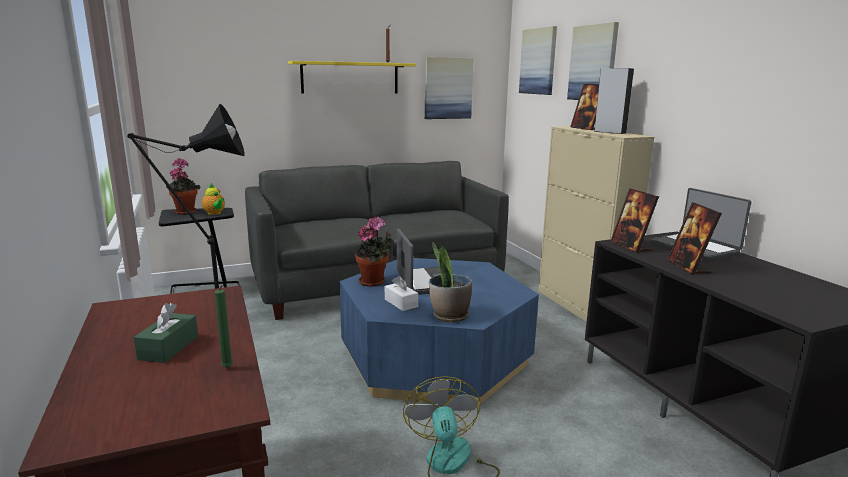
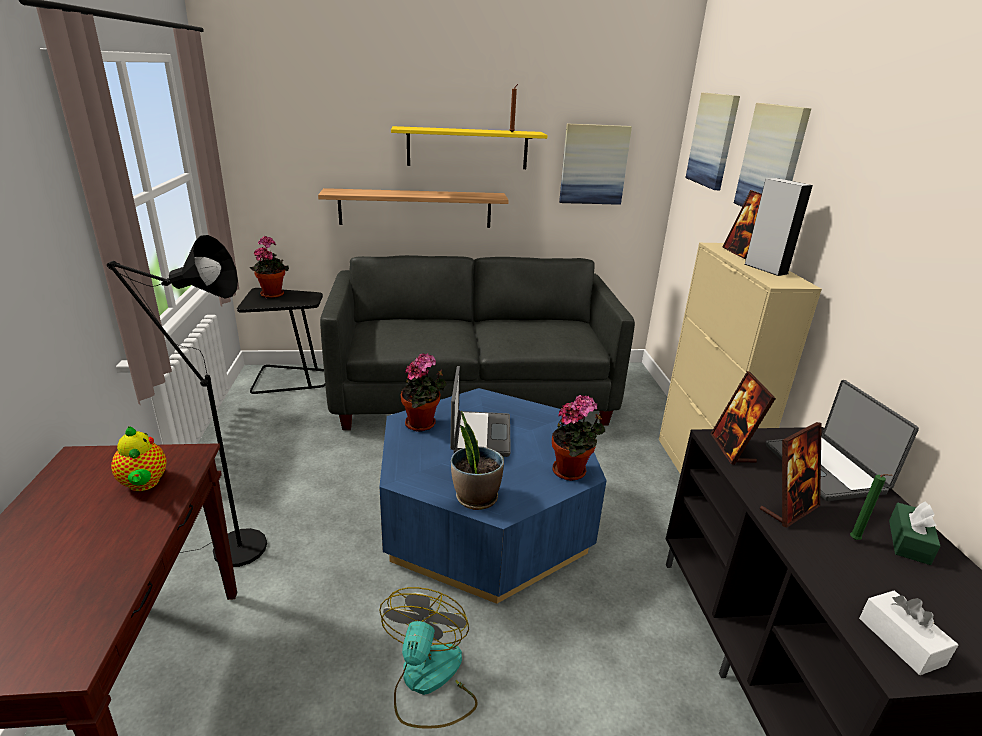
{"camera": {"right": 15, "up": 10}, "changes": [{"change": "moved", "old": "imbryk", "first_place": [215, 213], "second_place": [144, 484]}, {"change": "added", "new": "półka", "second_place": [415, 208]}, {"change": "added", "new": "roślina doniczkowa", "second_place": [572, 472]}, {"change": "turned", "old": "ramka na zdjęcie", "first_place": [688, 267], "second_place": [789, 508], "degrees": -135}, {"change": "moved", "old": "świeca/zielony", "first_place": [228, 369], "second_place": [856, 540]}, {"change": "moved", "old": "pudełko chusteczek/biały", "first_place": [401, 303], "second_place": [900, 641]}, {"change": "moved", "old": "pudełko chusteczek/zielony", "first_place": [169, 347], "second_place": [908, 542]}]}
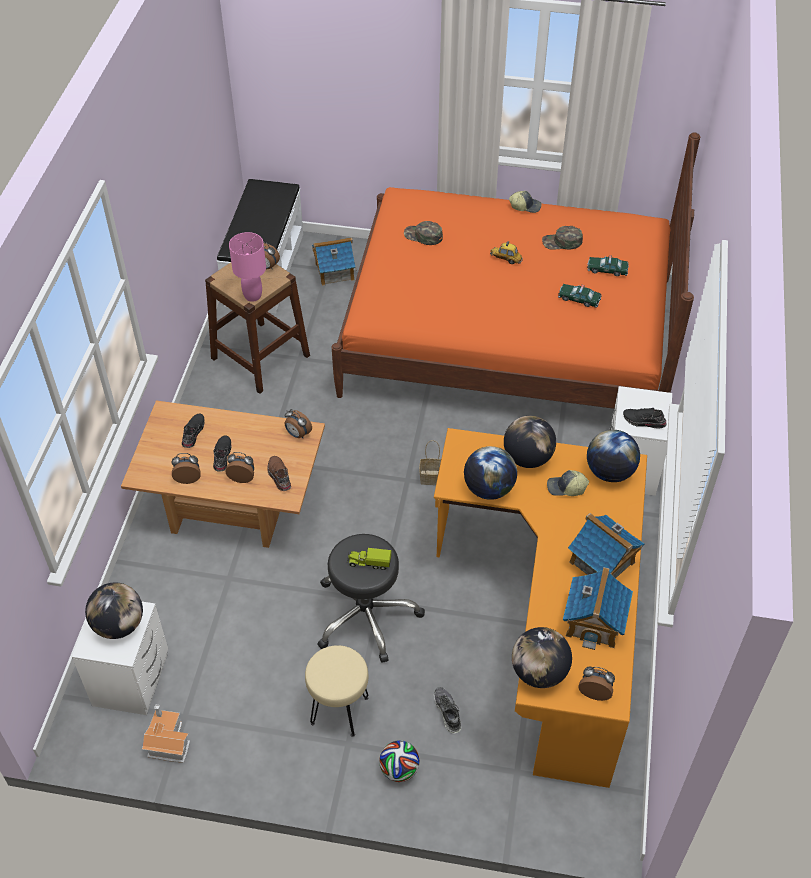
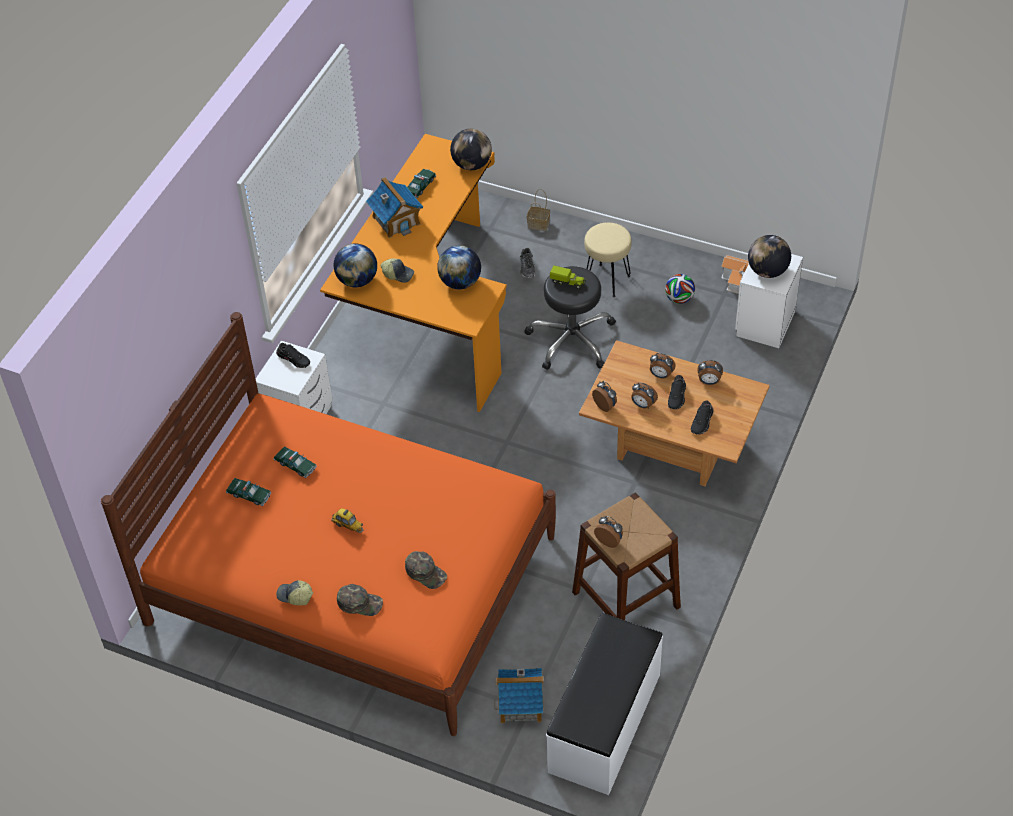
{"camera": {"right": -165, "up": 0}, "changes": [{"change": "moved", "old": "czapka z daszkiem/zielony", "first_place": [562, 242], "second_place": [360, 603]}, {"change": "replaced", "old": "domek", "new": "samochodzik", "first_place": [594, 621], "second_place": [420, 186]}, {"change": "moved", "old": "koszyk", "first_place": [431, 478], "second_place": [539, 224]}, {"change": "moved", "old": "budzik", "first_place": [595, 691], "second_place": [643, 405]}, {"change": "moved", "old": "piłka futbolowa", "first_place": [399, 769], "second_place": [679, 299]}, {"change": "removed", "old": "lampa stołowa/różowy", "first_place": [253, 296]}, {"change": "removed", "old": "but/brązowy", "first_place": [278, 476]}, {"change": "removed", "old": "globus", "first_place": [527, 458]}]}
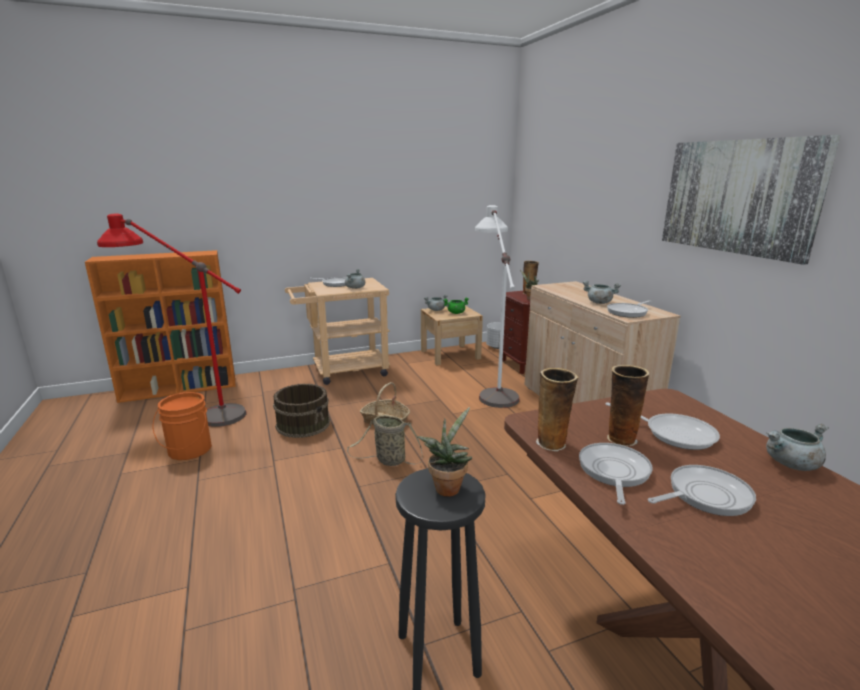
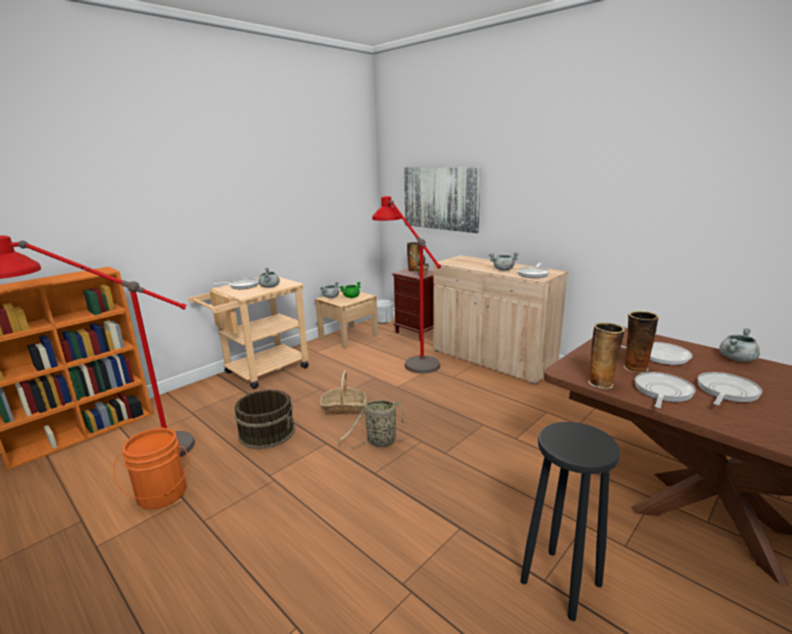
{"camera": {"right": -25, "up": 0}, "changes": [{"change": "recoloured", "old": "lampa stojąca/biały", "new": "lampa stojąca/czerwony", "first_place": [493, 386], "second_place": [409, 356]}, {"change": "moved", "old": "obraz", "first_place": [737, 197], "second_place": [440, 198]}, {"change": "turned", "old": "patelnia", "first_place": [613, 472], "second_place": [662, 392], "degrees": 45}, {"change": "removed", "old": "roślina doniczkowa", "first_place": [447, 486]}]}
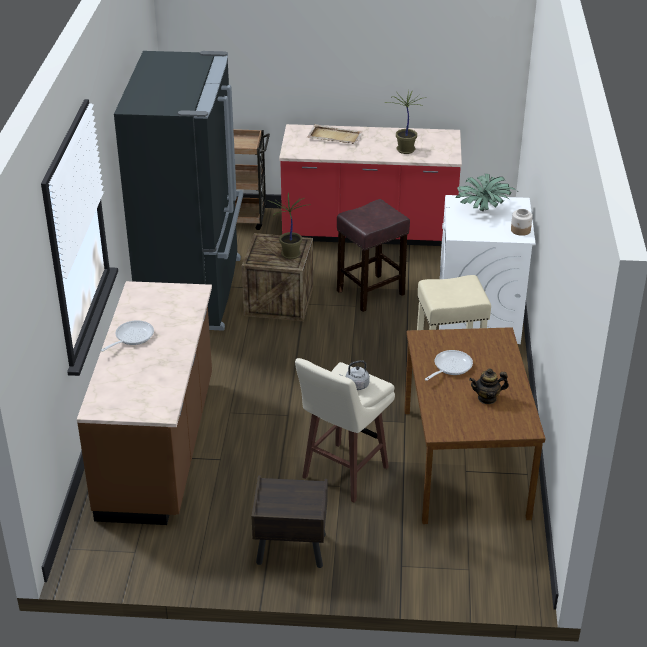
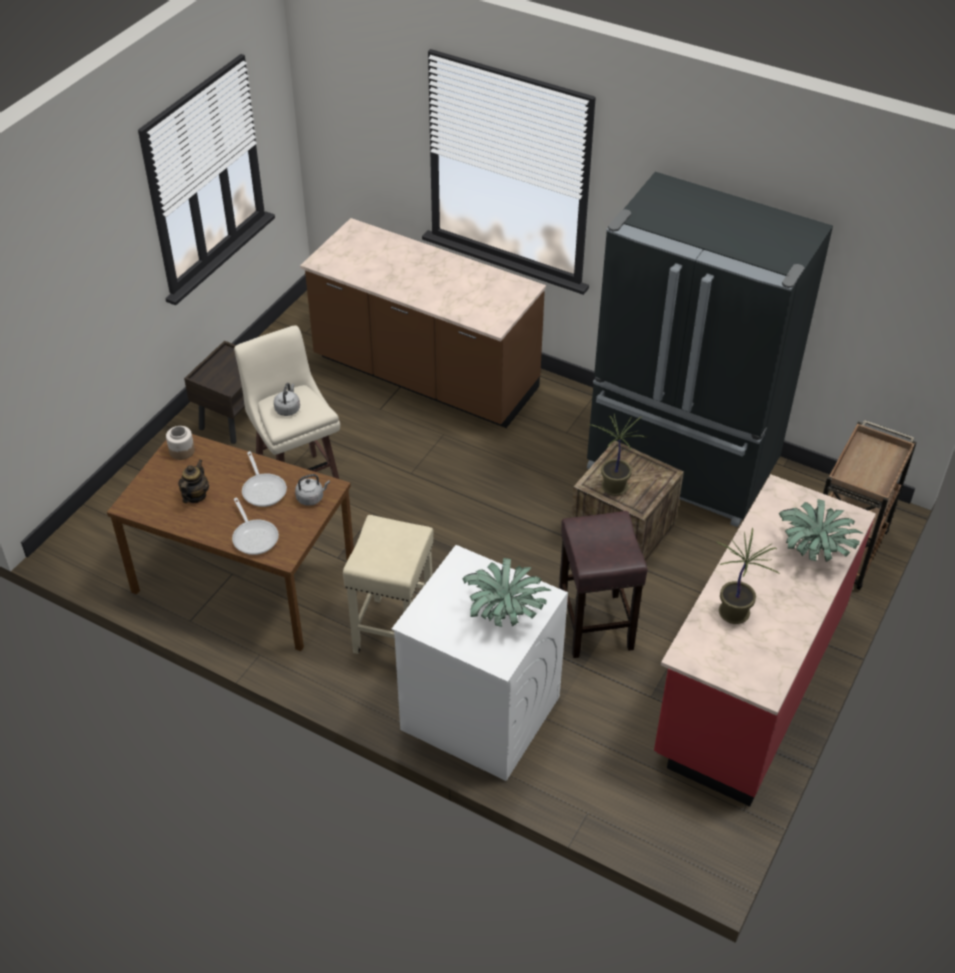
{"camera": {"right": 115, "up": 10}, "changes": [{"change": "moved", "old": "słoik", "first_place": [520, 230], "second_place": [181, 451]}, {"change": "moved", "old": "patelnia", "first_place": [131, 337], "second_place": [254, 536]}, {"change": "added", "new": "czajnik/szary", "second_place": [311, 498]}, {"change": "replaced", "old": "taca/beżowy", "new": "roślina doniczkowa", "first_place": [334, 136], "second_place": [813, 550]}]}
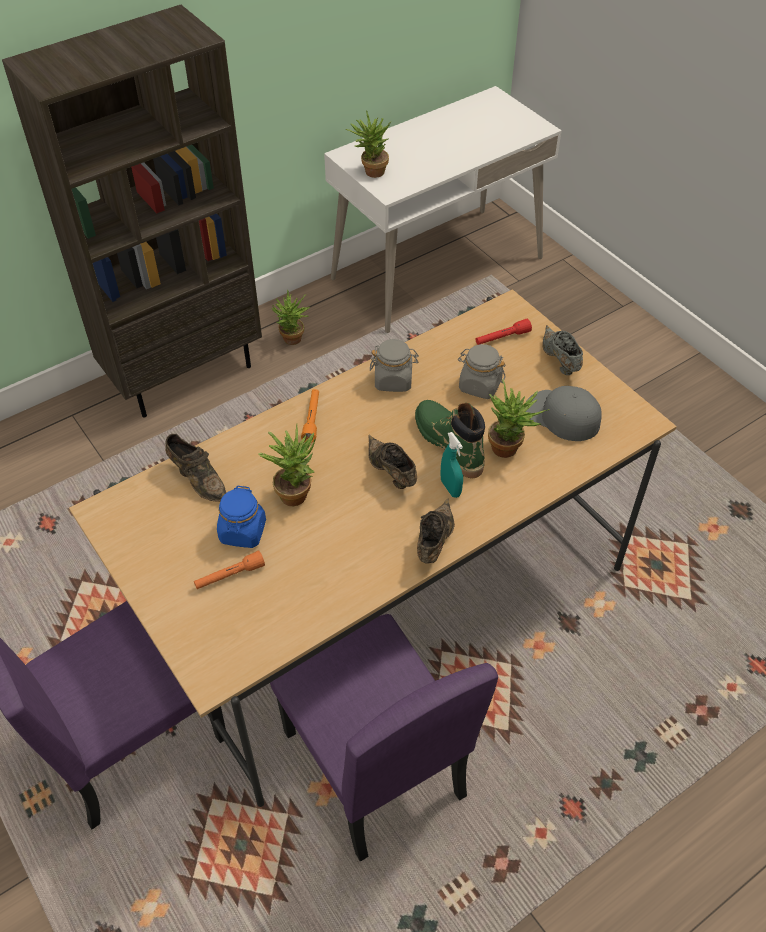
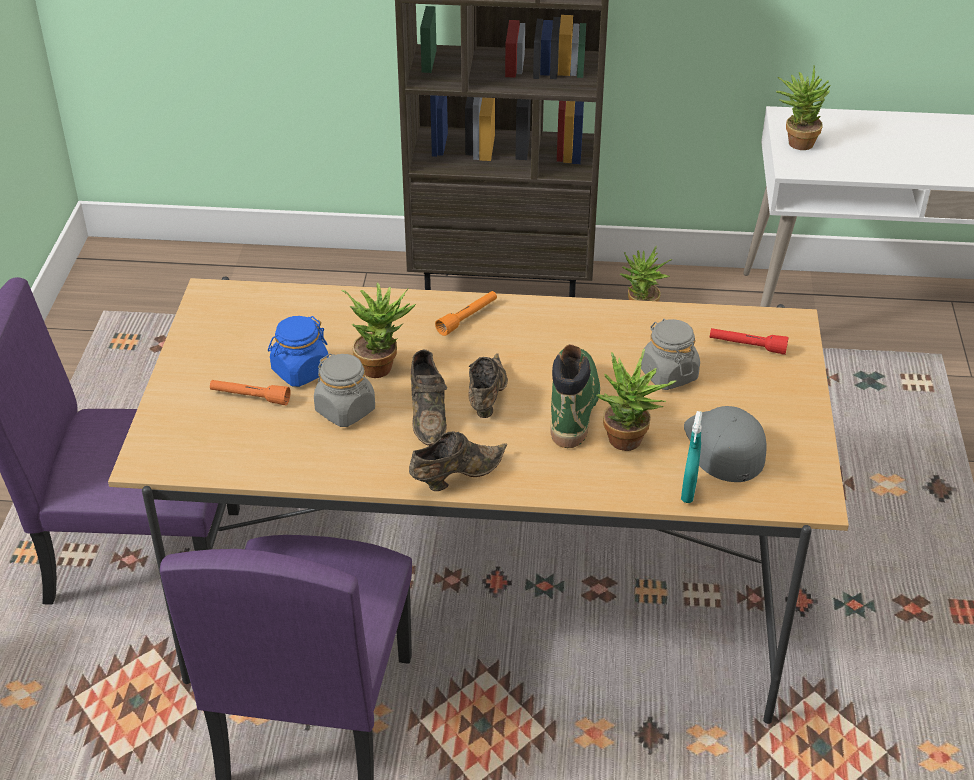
{"camera": {"right": 40, "up": -10}, "changes": [{"change": "moved", "old": "słoik/szary", "first_place": [393, 380], "second_place": [345, 410]}, {"change": "moved", "old": "but/brązowy", "first_place": [198, 479], "second_place": [428, 414]}, {"change": "moved", "old": "spryskiwacz/turkusowy", "first_place": [450, 488], "second_place": [688, 491]}, {"change": "removed", "old": "but/szary", "first_place": [559, 361]}]}
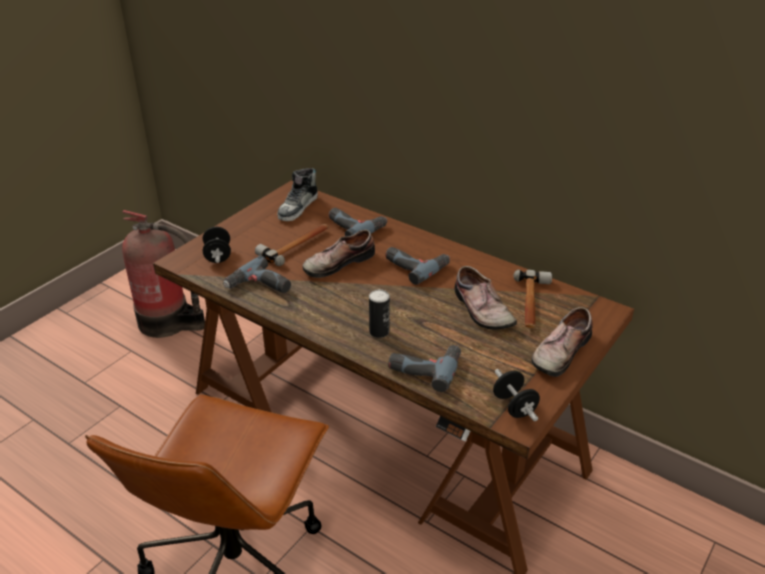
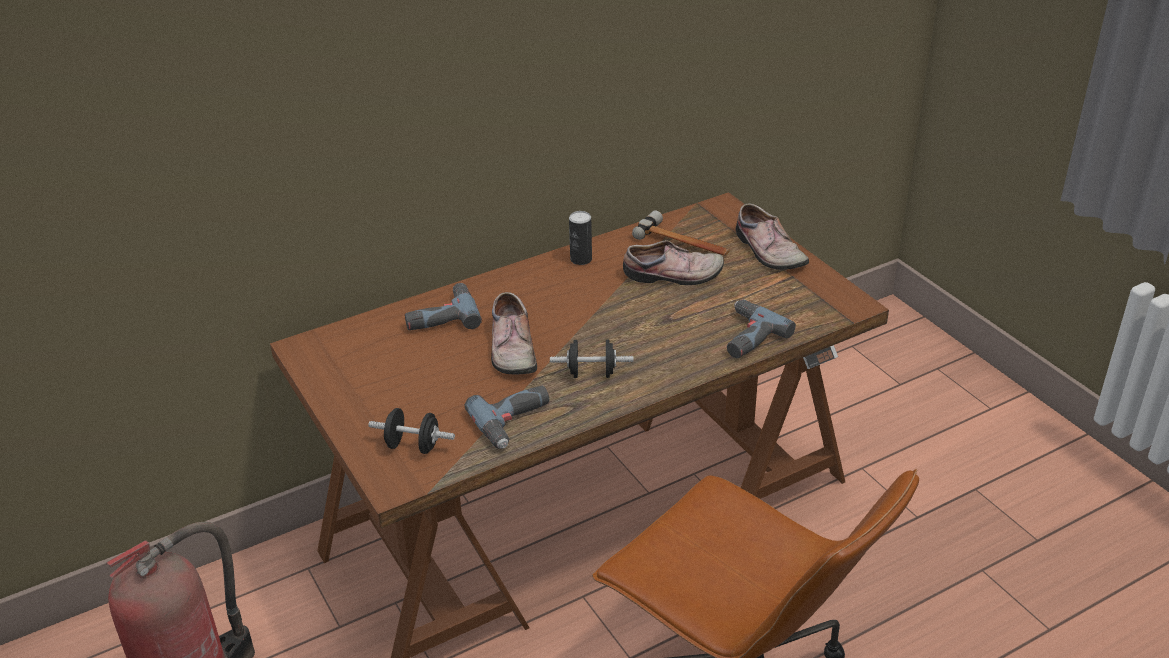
{"camera": {"right": -65, "up": 0}, "changes": [{"change": "moved", "old": "hantel/czarny", "first_place": [514, 406], "second_place": [592, 373]}, {"change": "moved", "old": "puszka", "first_place": [379, 332], "second_place": [581, 259]}, {"change": "removed", "old": "młotek", "first_place": [296, 245]}, {"change": "removed", "old": "but", "first_place": [298, 207]}, {"change": "removed", "old": "wiertarka", "first_place": [416, 265]}]}
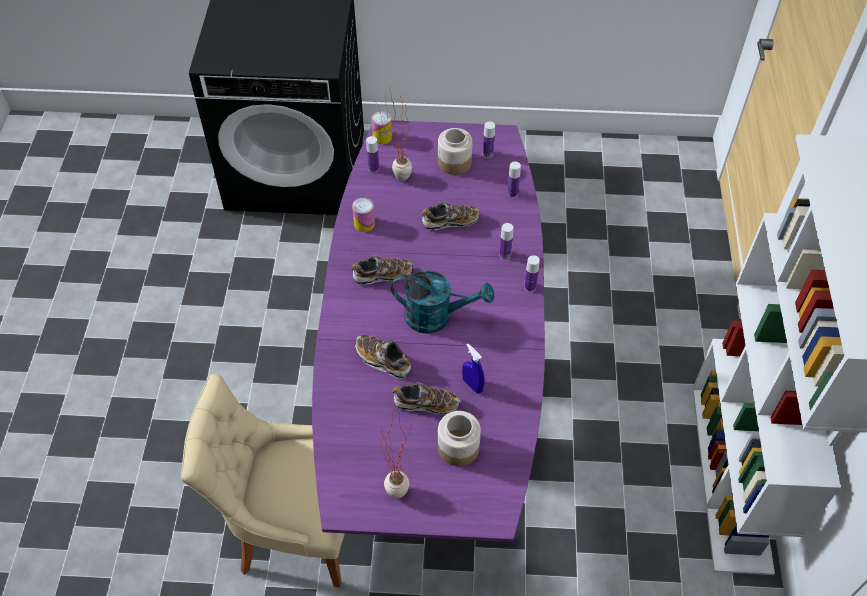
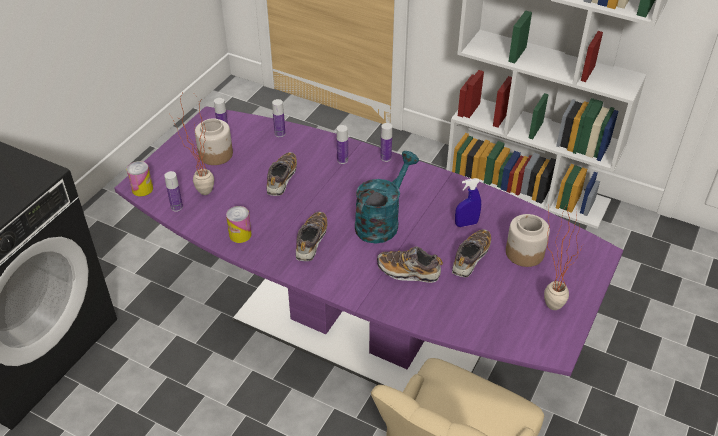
{"camera": {"right": -65, "up": -10}, "changes": [{"change": "turned", "old": "but", "first_place": [383, 360], "second_place": [408, 272], "degrees": 45}]}
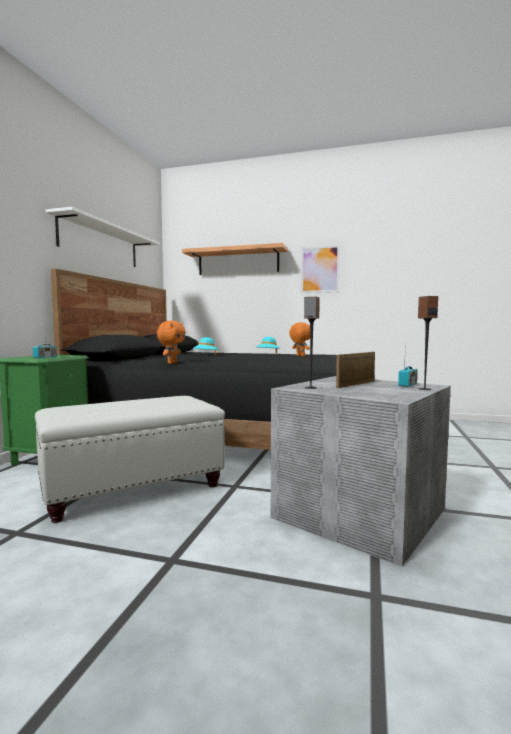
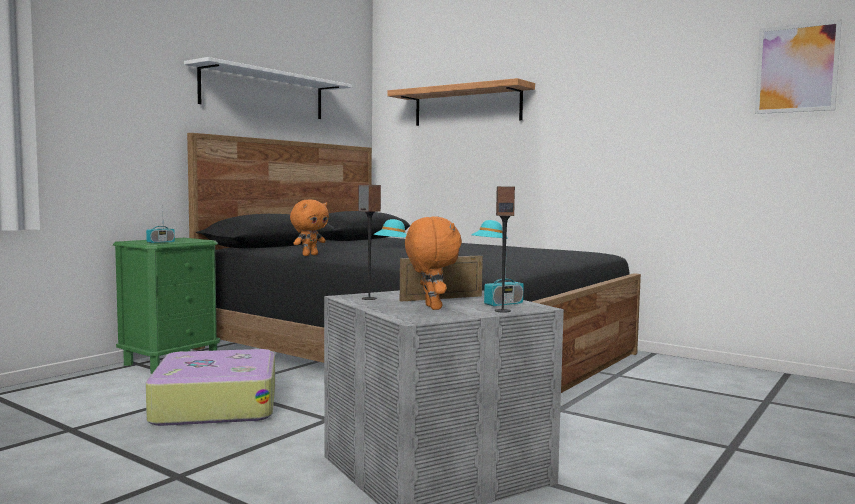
{"camera": {"right": 20, "up": 0}, "changes": [{"change": "replaced", "old": "pufa/biały", "new": "walizka", "first_place": [131, 488], "second_place": [215, 405]}, {"change": "moved", "old": "pluszak/pomarańczowy", "first_place": [300, 356], "second_place": [431, 307]}, {"change": "moved", "old": "obraz", "first_place": [320, 269], "second_place": [796, 68]}]}
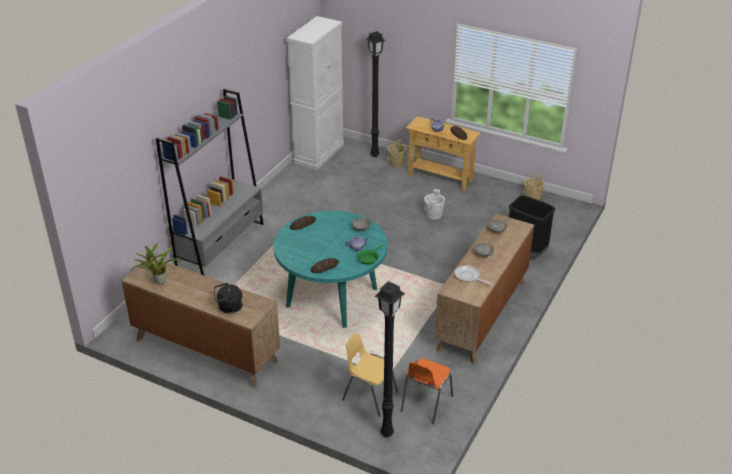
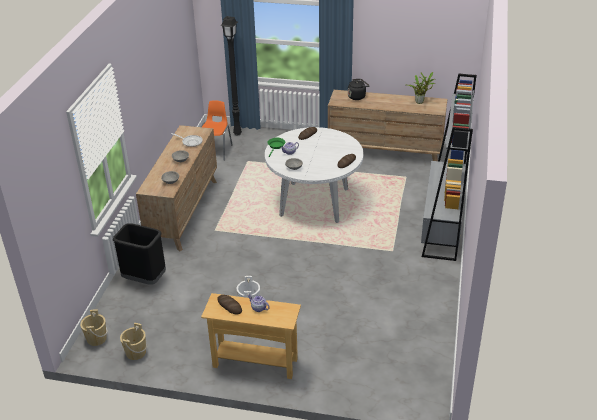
{"camera": {"right": 165, "up": 0}, "changes": [{"change": "moved", "old": "wiadro/beżowy", "first_place": [396, 163], "second_place": [96, 339]}, {"change": "recoloured", "old": "stół jadalny/turkusowy", "new": "stół jadalny/biały", "first_place": [332, 298], "second_place": [314, 202]}, {"change": "removed", "old": "szafka/biały", "first_place": [319, 153]}, {"change": "removed", "old": "krzesło/żółty", "first_place": [369, 396]}, {"change": "removed", "old": "lampa stojąca/czarny", "first_place": [375, 154]}]}
